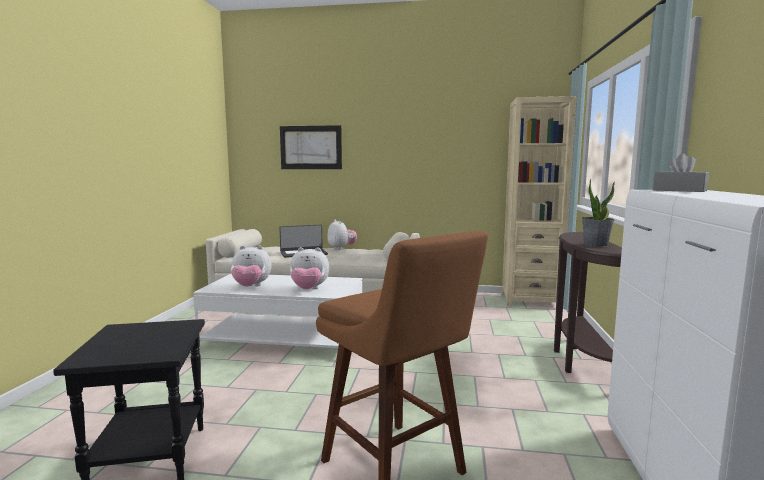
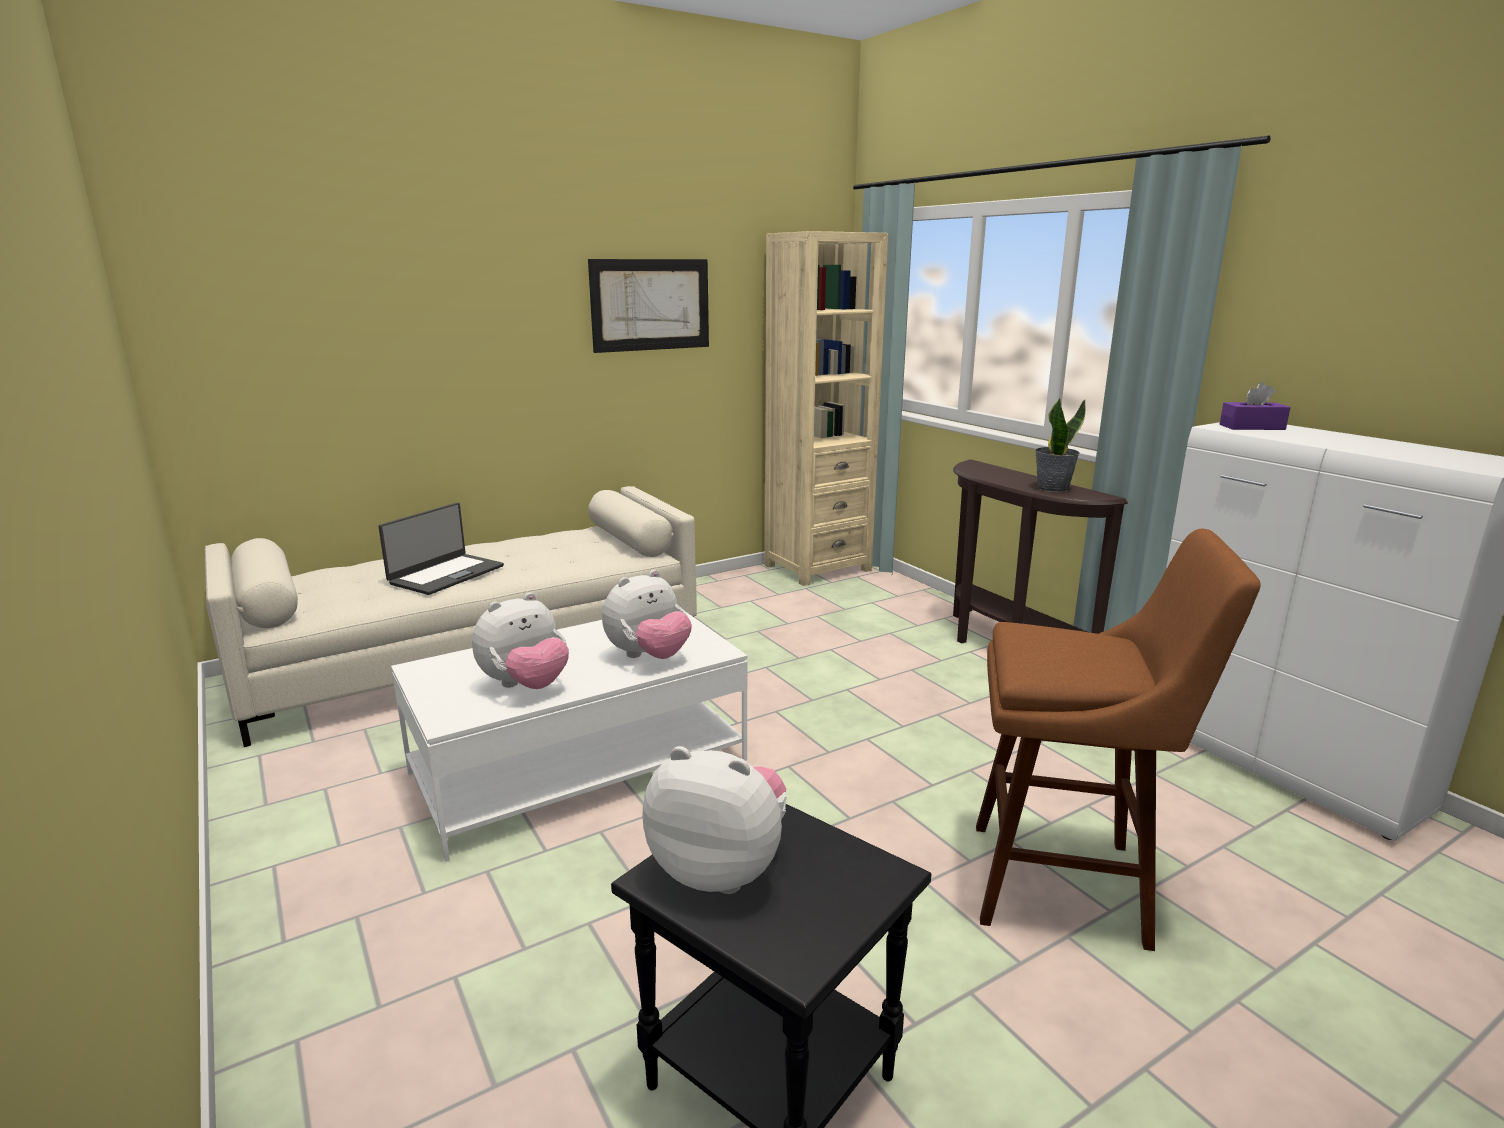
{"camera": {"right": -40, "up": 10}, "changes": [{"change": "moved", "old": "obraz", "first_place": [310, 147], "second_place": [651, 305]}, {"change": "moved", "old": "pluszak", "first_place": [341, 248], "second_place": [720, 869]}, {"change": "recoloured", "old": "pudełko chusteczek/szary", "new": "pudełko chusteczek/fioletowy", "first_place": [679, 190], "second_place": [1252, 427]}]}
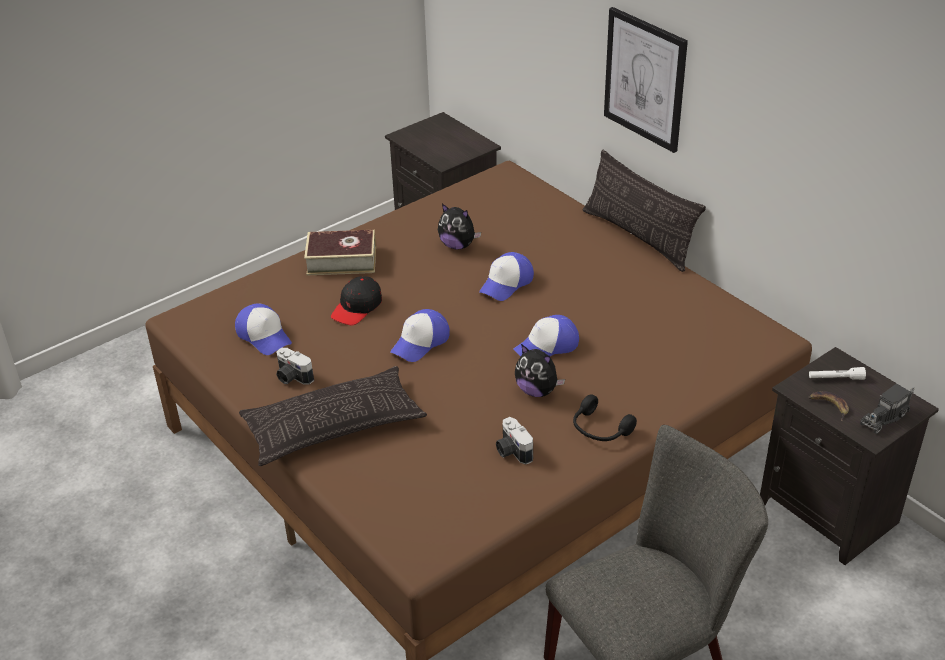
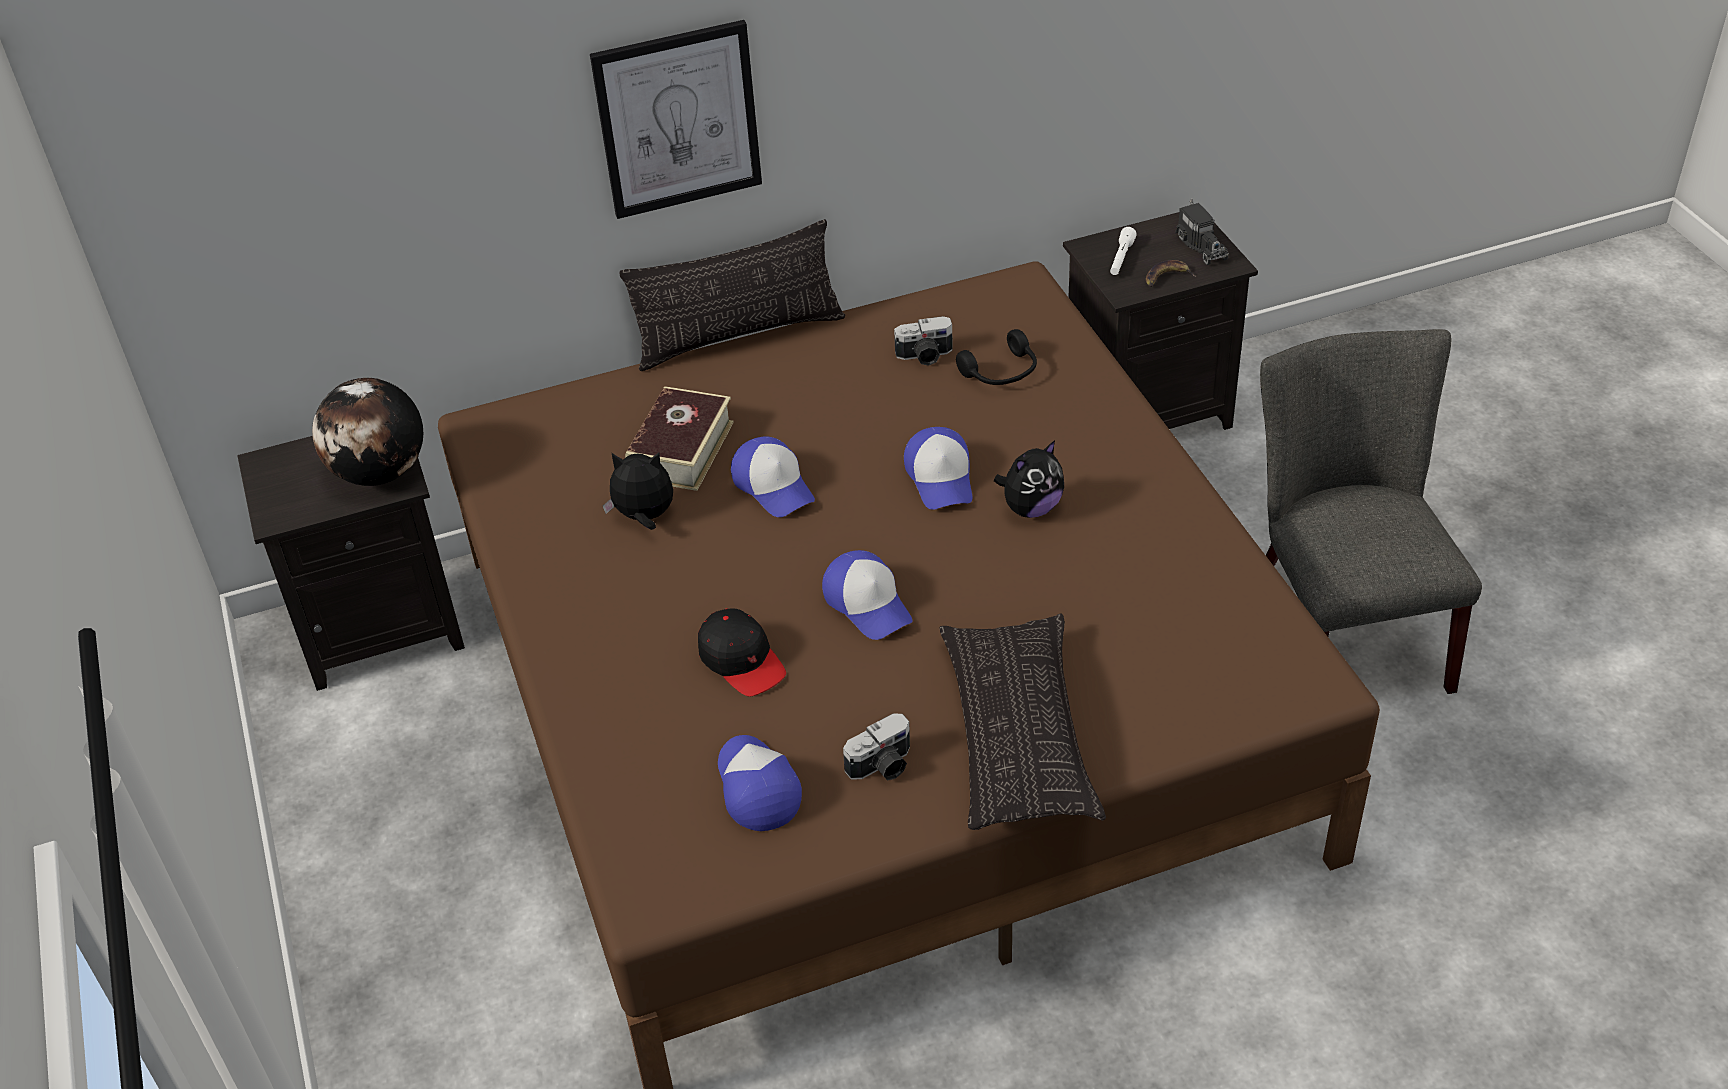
{"camera": {"right": -70, "up": 5}, "changes": [{"change": "added", "new": "globus", "second_place": [380, 473]}, {"change": "turned", "old": "pluszak", "first_place": [458, 245], "second_place": [644, 517], "degrees": -135}, {"change": "moved", "old": "książka", "first_place": [341, 260], "second_place": [681, 450]}, {"change": "turned", "old": "czapka z daszkiem", "first_place": [264, 336], "second_place": [756, 788], "degrees": -90}, {"change": "moved", "old": "aparat fotograficzny", "first_place": [512, 451], "second_place": [925, 356]}, {"change": "moved", "old": "słuchawki/czarny", "first_place": [599, 429], "second_place": [1001, 373]}]}
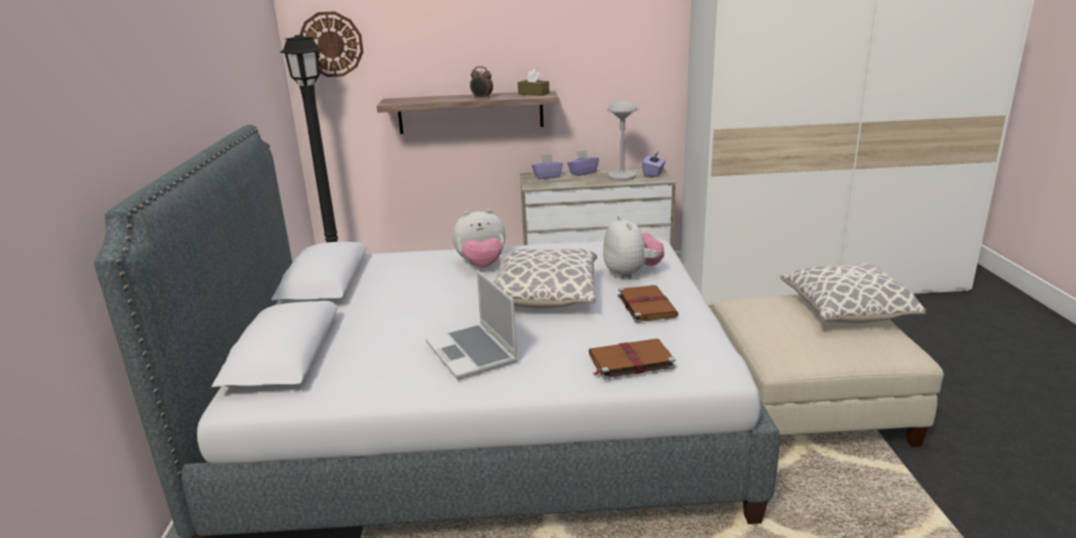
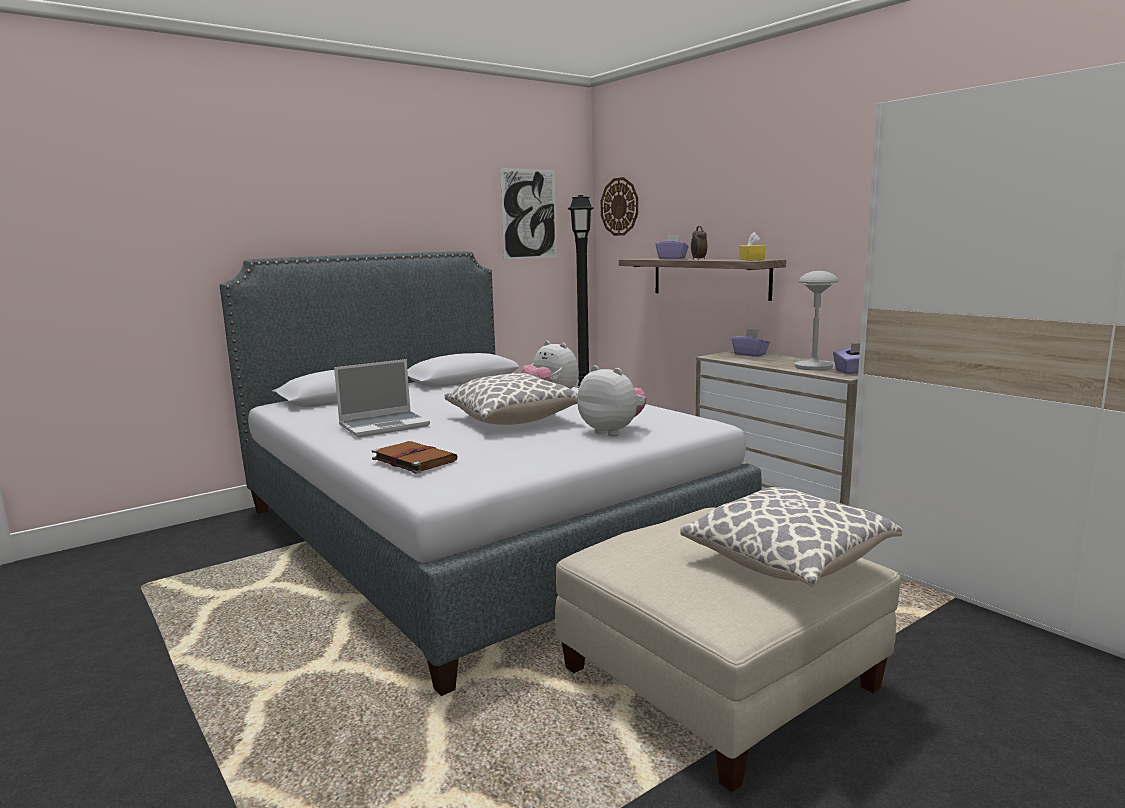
{"camera": {"right": 55, "up": -10}, "changes": [{"change": "turned", "old": "laptop", "first_place": [473, 353], "second_place": [385, 425], "degrees": -150}, {"change": "added", "new": "obraz", "second_place": [529, 214]}, {"change": "turned", "old": "pluszak", "first_place": [631, 274], "second_place": [612, 431], "degrees": -90}, {"change": "moved", "old": "pudełko chusteczek/fioletowy", "first_place": [583, 173], "second_place": [672, 258]}, {"change": "recoloured", "old": "pudełko chusteczek/brązowy", "new": "pudełko chusteczek/żółty", "first_place": [533, 94], "second_place": [751, 259]}, {"change": "removed", "old": "książka/brązowy", "first_place": [646, 305]}]}
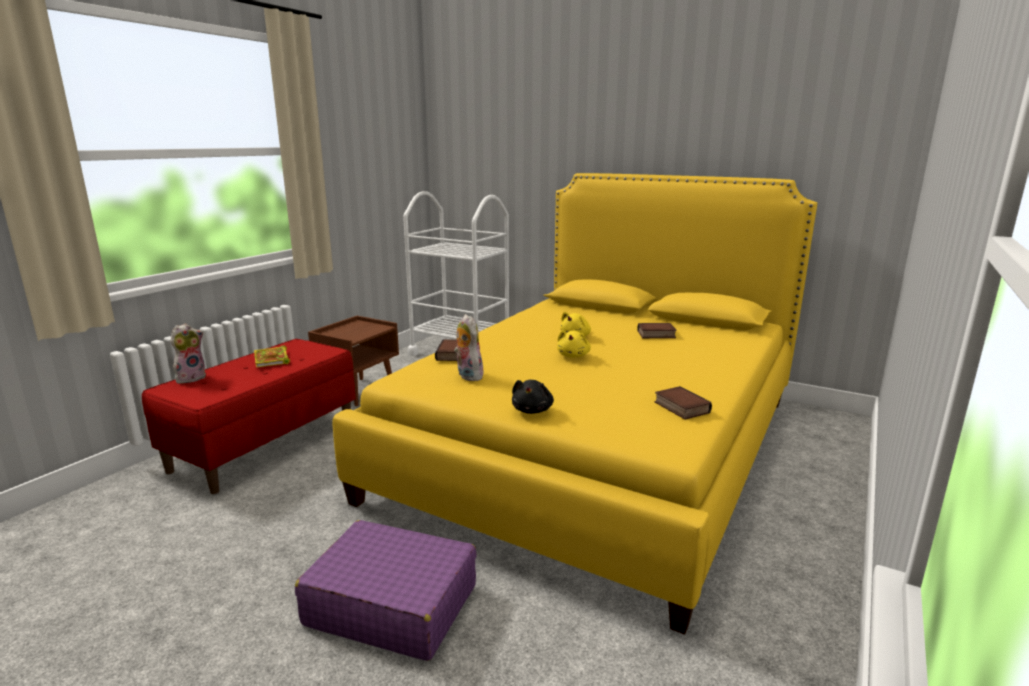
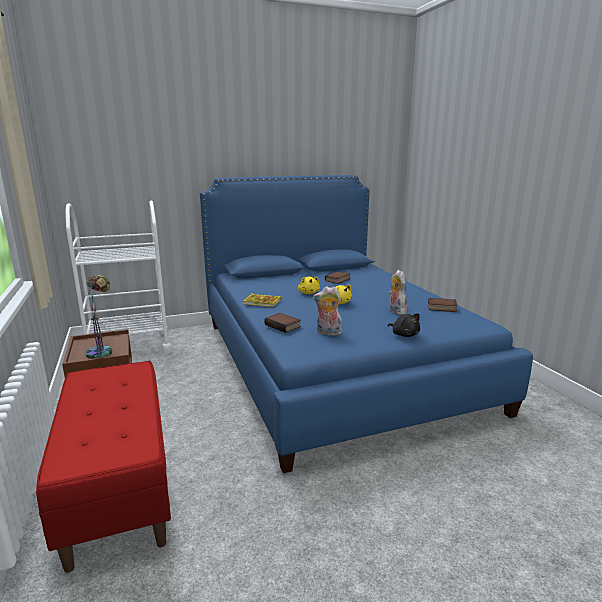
{"camera": {"right": -50, "up": 0}, "changes": [{"change": "added", "new": "lampa stołowa", "second_place": [102, 350]}, {"change": "recoloured", "old": "łóżko/żółty", "new": "łóżko/niebieski", "first_place": [597, 445], "second_place": [333, 362]}, {"change": "moved", "old": "książka", "first_place": [272, 360], "second_place": [263, 302]}, {"change": "moved", "old": "pluszak", "first_place": [191, 378], "second_place": [395, 311]}, {"change": "removed", "old": "walizka/fioletowy", "first_place": [391, 604]}]}
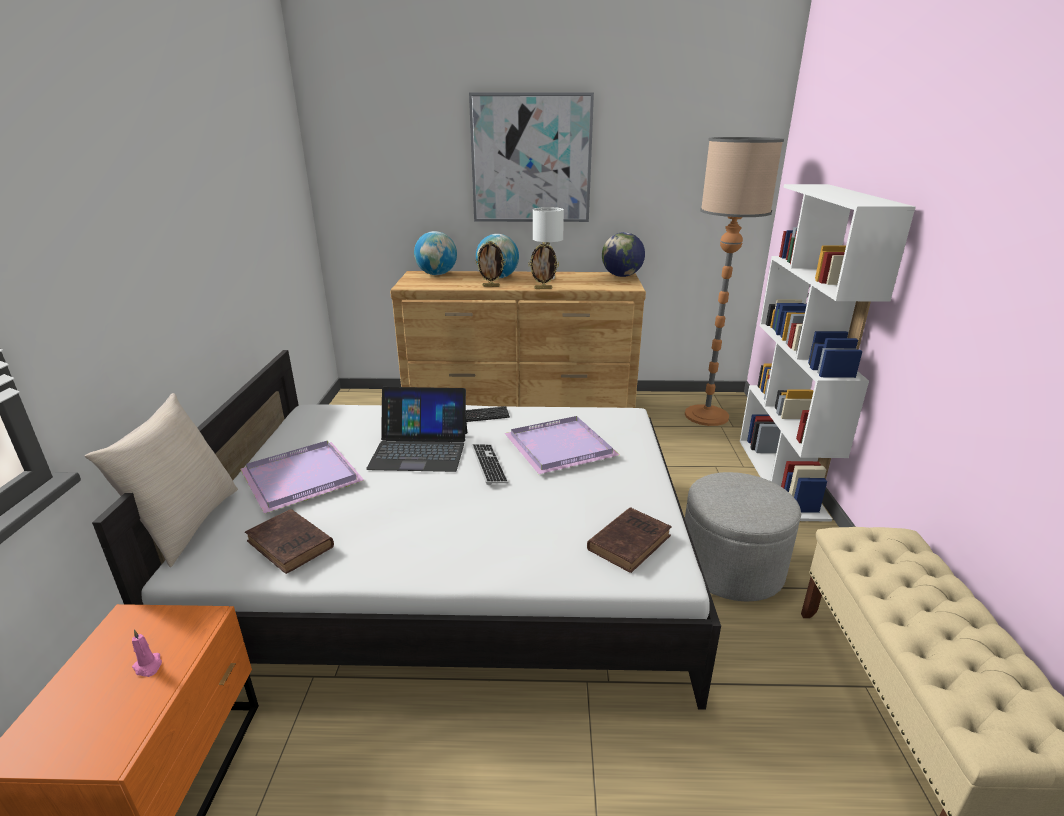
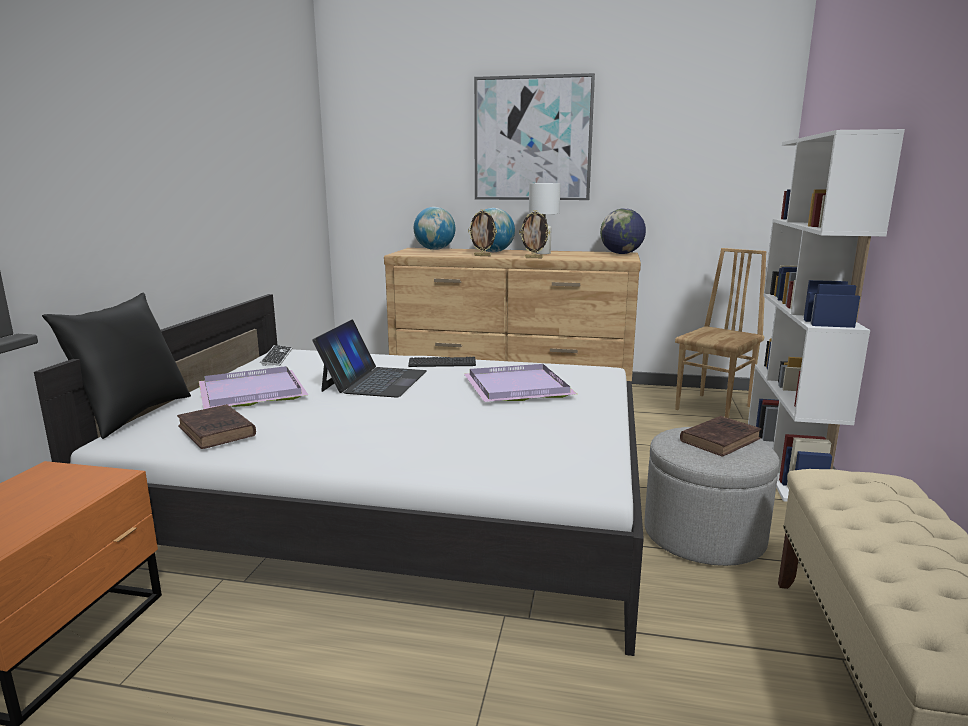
{"camera": {"right": 10, "up": -10}, "changes": [{"change": "recoloured", "old": "poduszka/beżowy", "new": "poduszka/czarny", "first_place": [187, 524], "second_place": [133, 414]}, {"change": "moved", "old": "klawiatura", "first_place": [489, 465], "second_place": [277, 357]}, {"change": "turned", "old": "laptop", "first_place": [420, 449], "second_place": [374, 381], "degrees": -90}, {"change": "replaced", "old": "lampa stojąca", "new": "krzesło/brązowy", "first_place": [706, 415], "second_place": [715, 408]}, {"change": "moved", "old": "książka/brązowy", "first_place": [630, 541], "second_place": [721, 439]}, {"change": "removed", "old": "świeca/różowy", "first_place": [148, 666]}]}
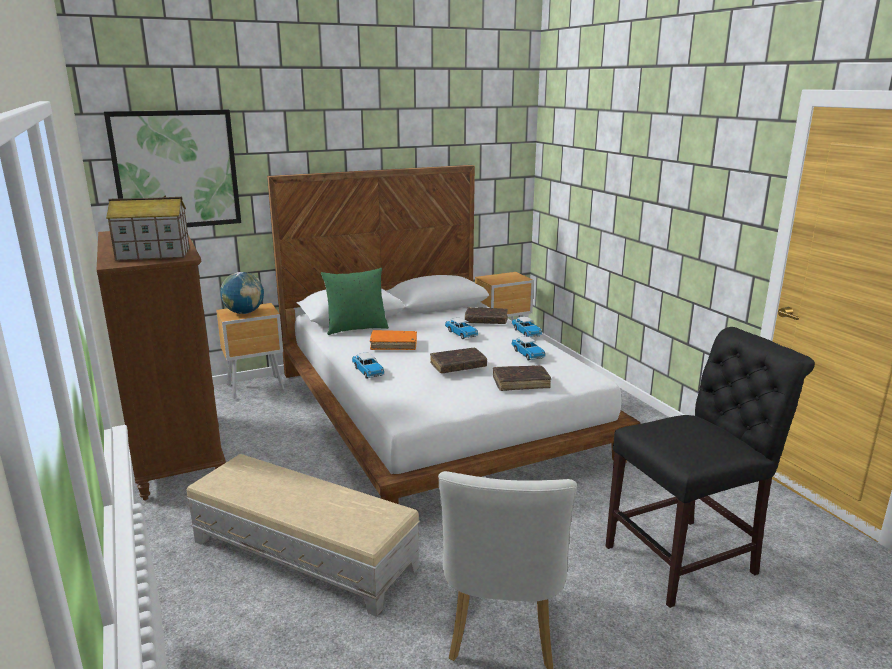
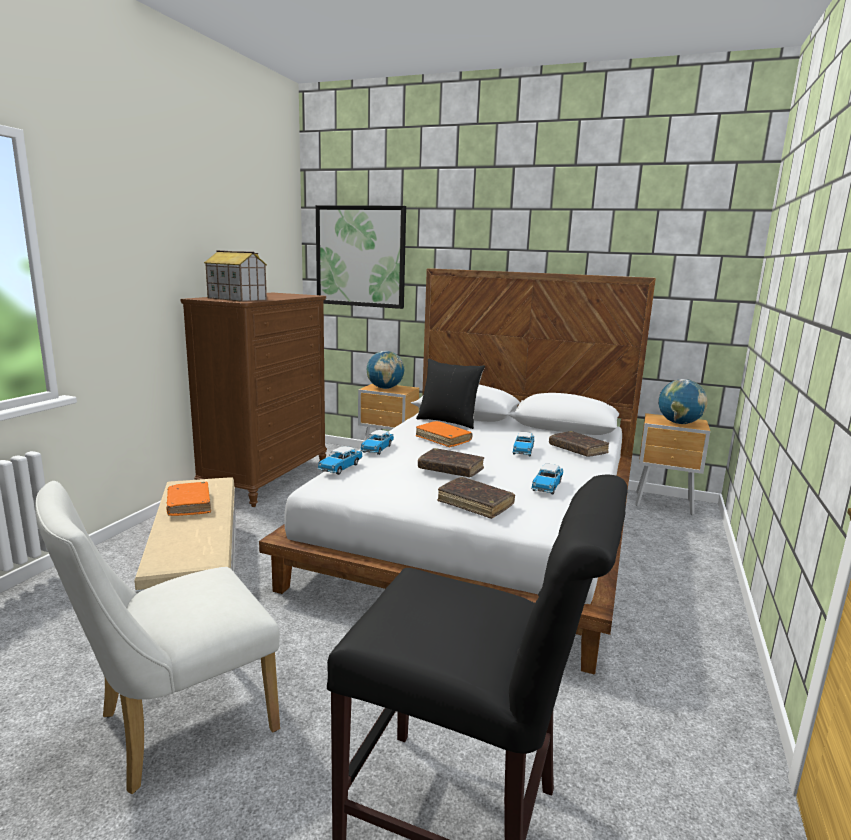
{"camera": {"right": 45, "up": -5}, "changes": [{"change": "added", "new": "książka/pomarańczowy", "second_place": [189, 505]}, {"change": "moved", "old": "samochodzik", "first_place": [526, 333], "second_place": [340, 467]}, {"change": "recoloured", "old": "poduszka/zielony", "new": "poduszka/czarny", "first_place": [356, 328], "second_place": [448, 421]}, {"change": "added", "new": "globus", "second_place": [679, 423]}]}
